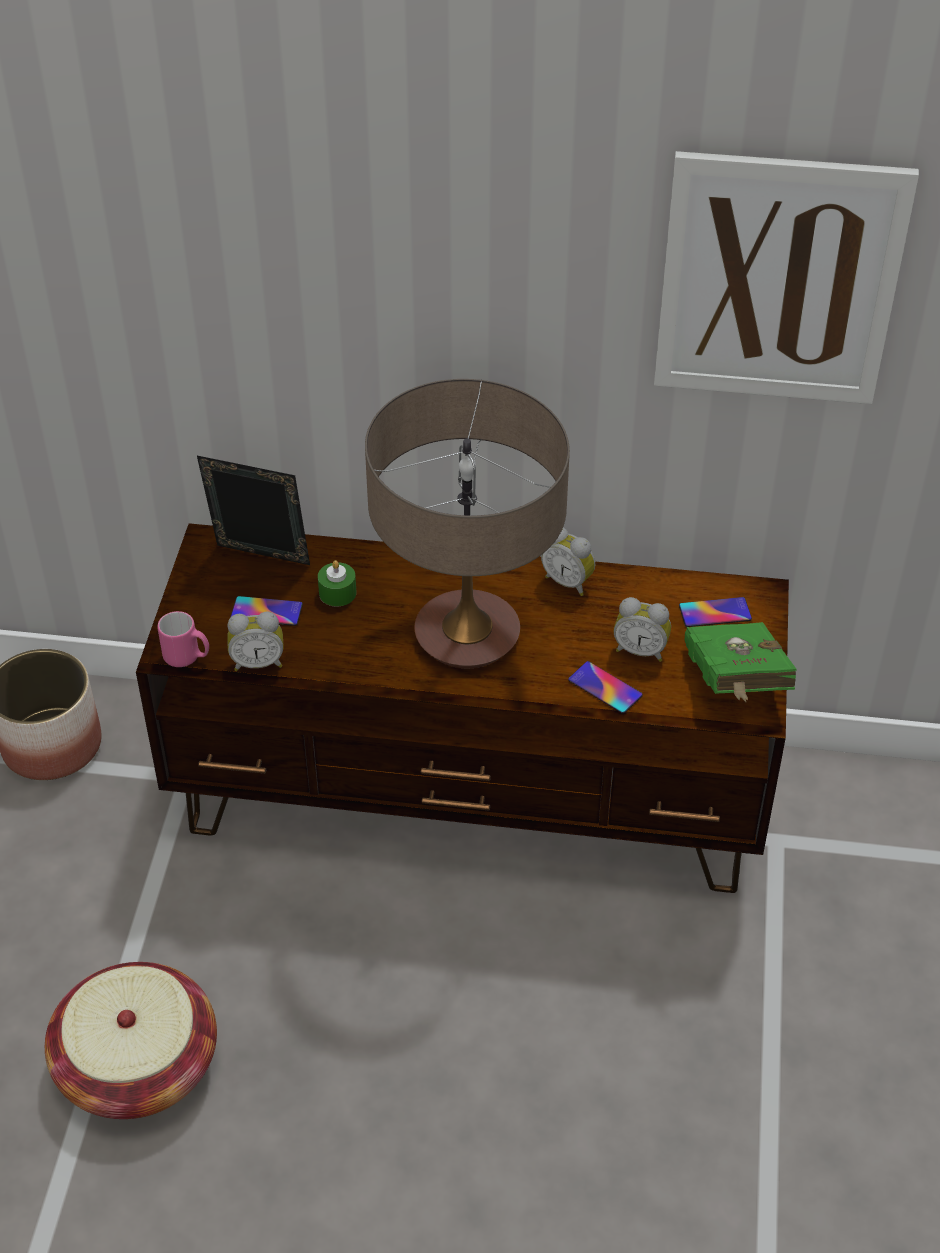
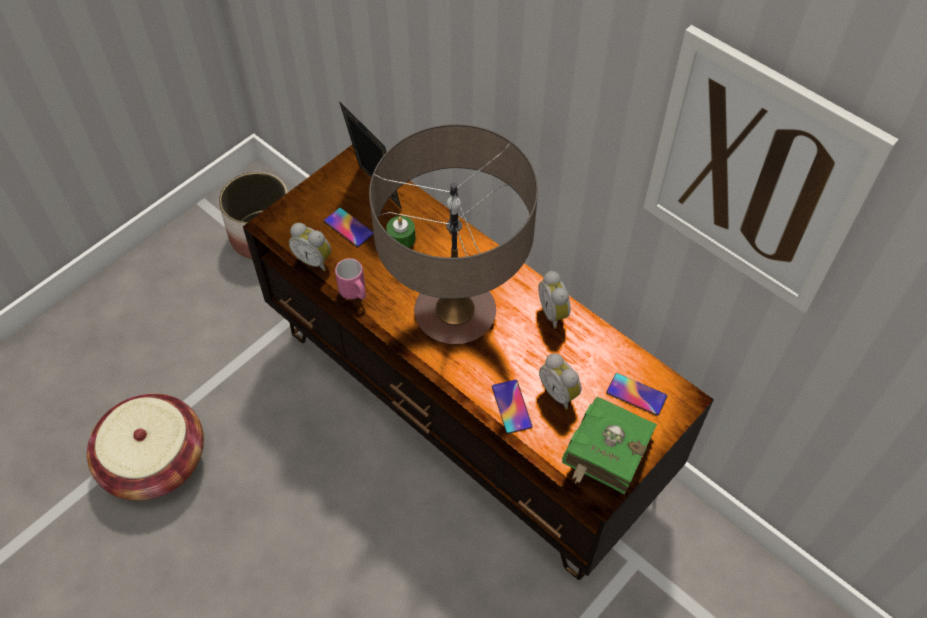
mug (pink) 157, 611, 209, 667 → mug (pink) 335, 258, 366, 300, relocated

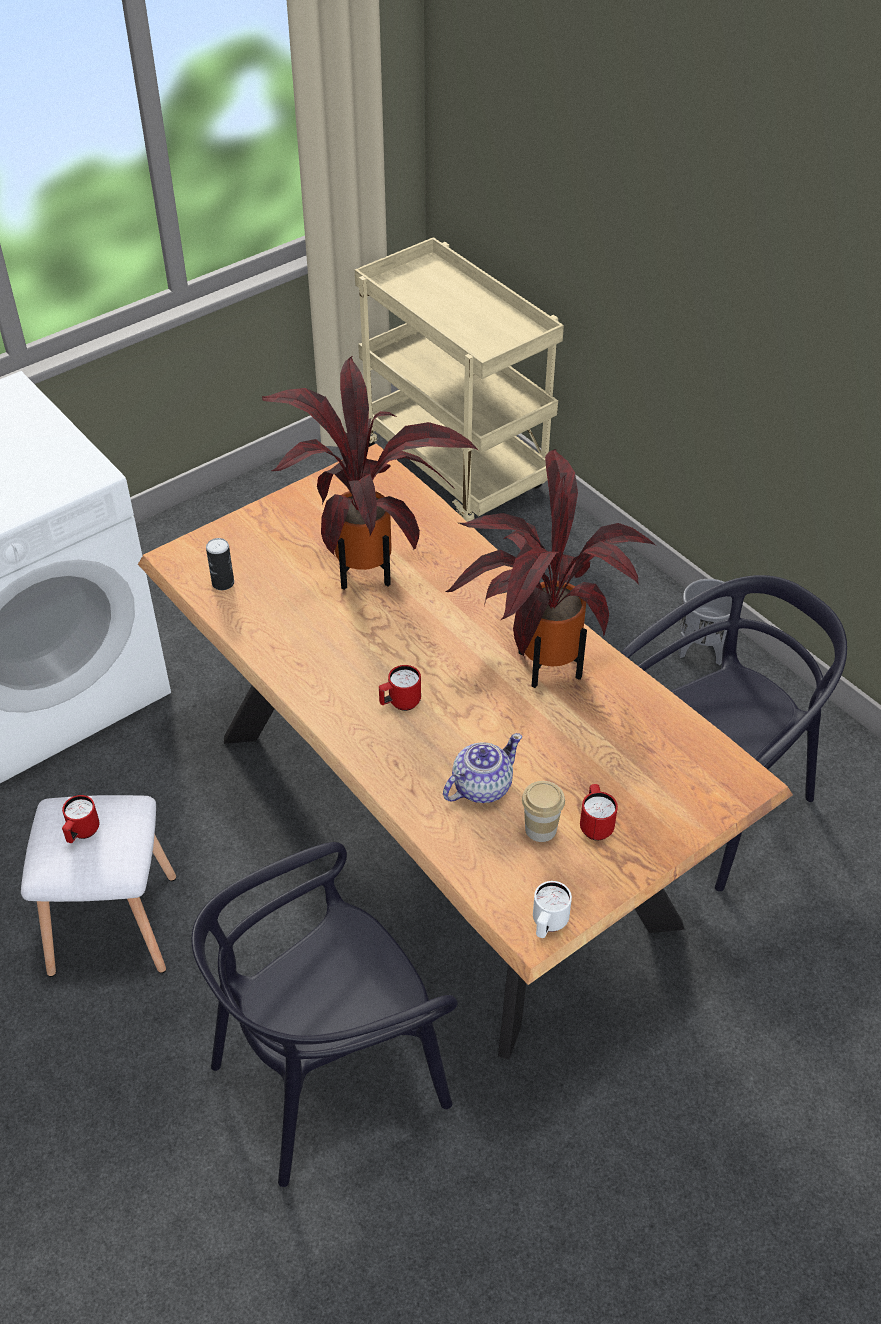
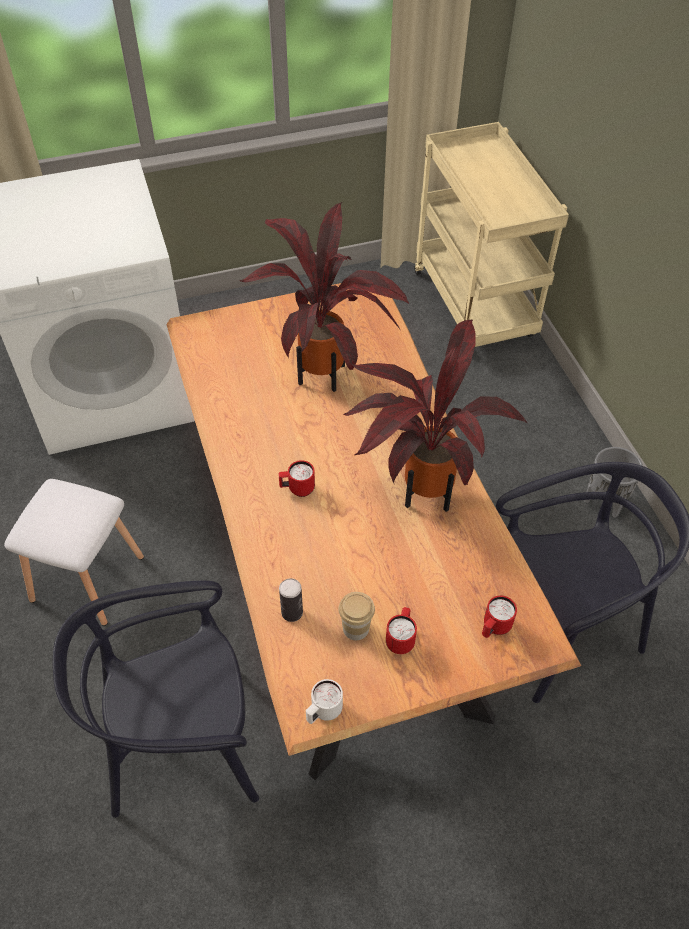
mug (red) 62, 795, 99, 843 → mug (red) 482, 596, 517, 638, relocated
can 206, 538, 234, 590 → can 279, 578, 303, 622, relocated
teapot 443, 733, 522, 803 → -

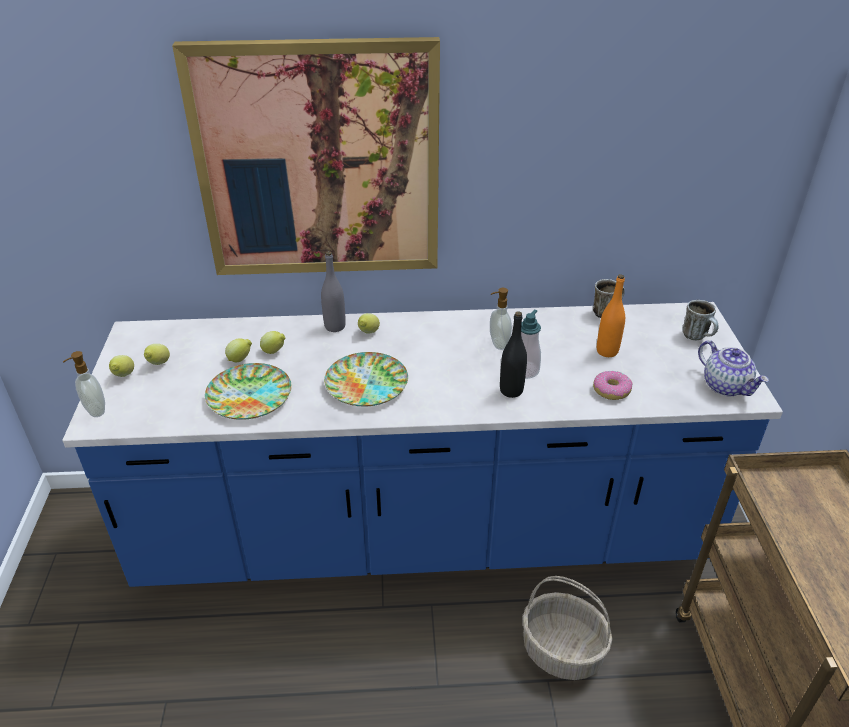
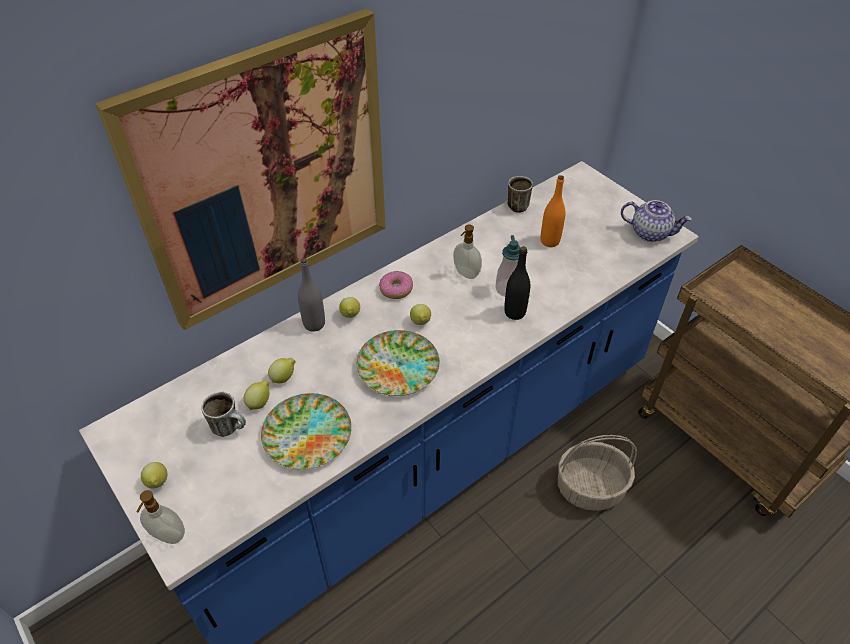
lemon 144, 344, 170, 365 → lemon 410, 304, 431, 325, relocated
donut 593, 371, 633, 400 → donut 379, 271, 413, 299, relocated
mug 683, 300, 719, 340 → mug 201, 392, 246, 437, relocated

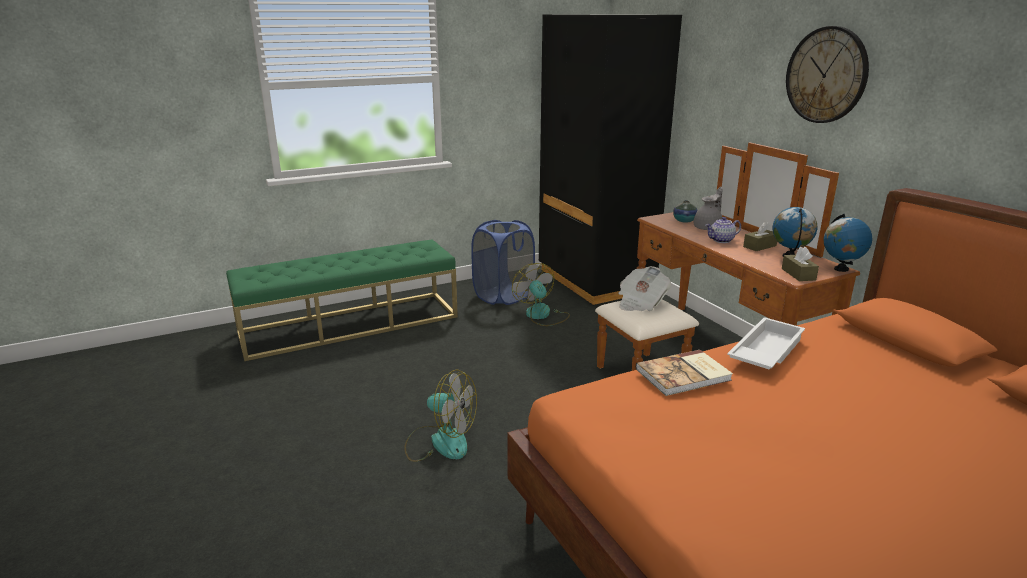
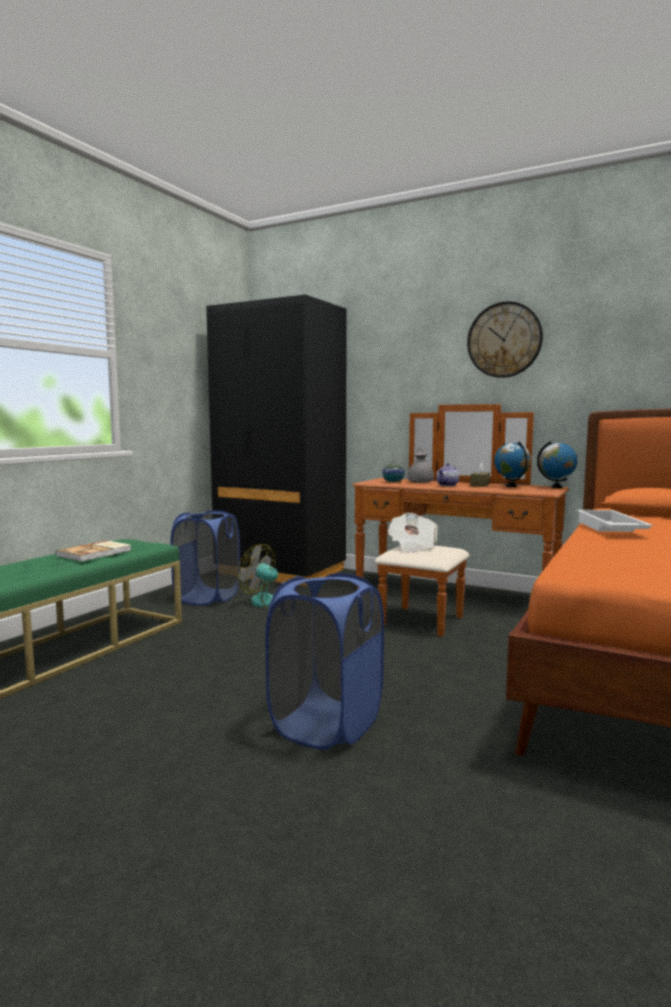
fan 404, 369, 477, 462 → laundry basket (blue) 265, 573, 384, 750
book 636, 350, 733, 396 → book 56, 540, 132, 561, relocated
tissue box (brown) 782, 247, 819, 281 → -

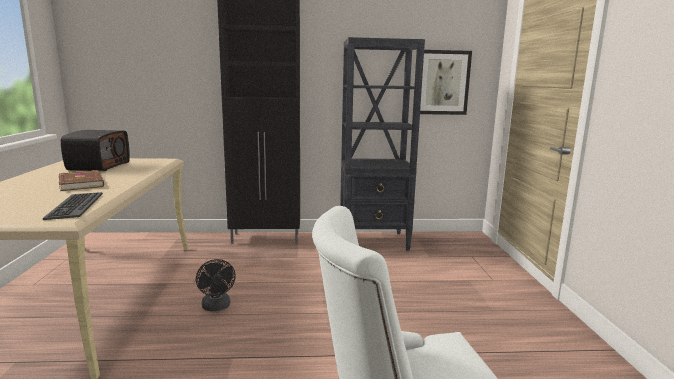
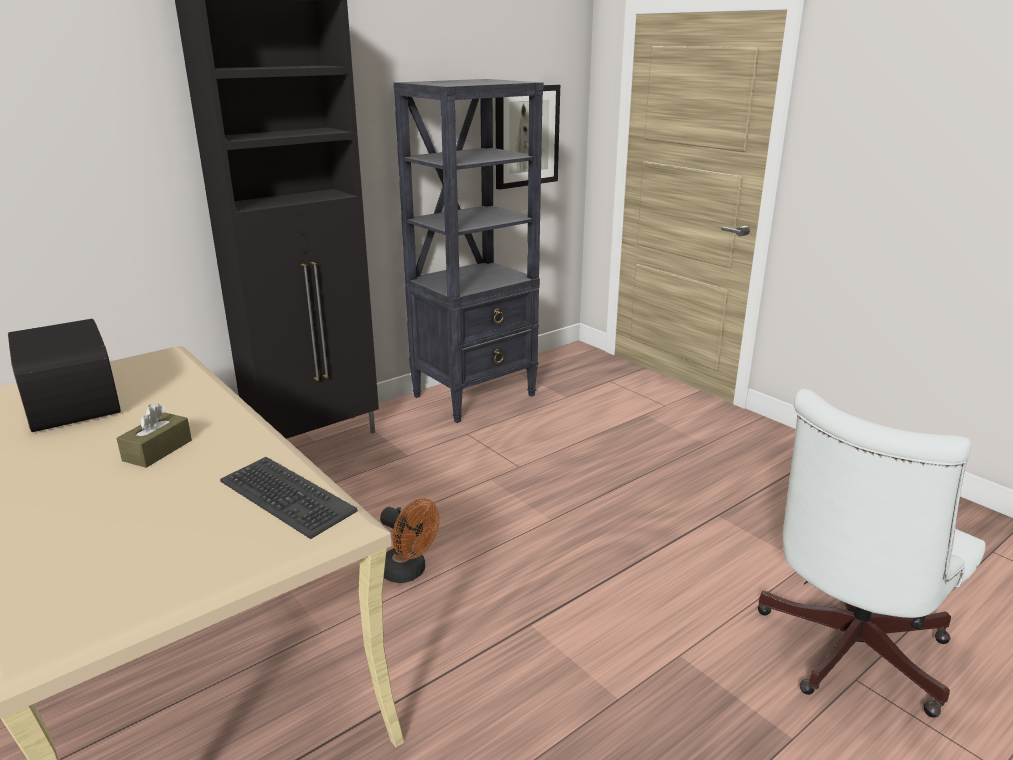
book (brown) 59, 170, 104, 191 → tissue box (brown) 116, 404, 192, 468
fan (black) 196, 259, 236, 311 → fan (orange) 380, 498, 439, 583

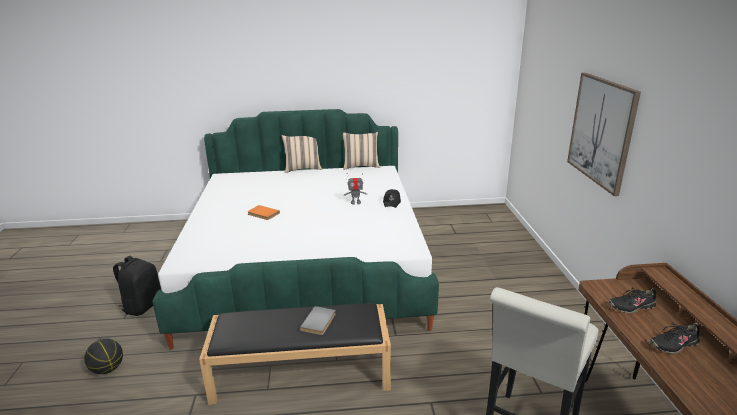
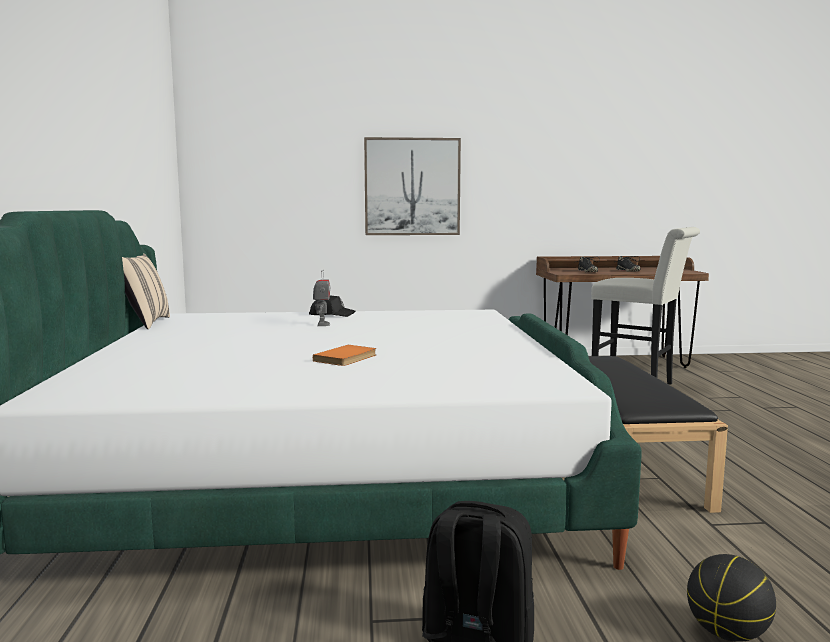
pillow (beige) 281, 135, 322, 173 → -
book (grey) 300, 306, 336, 335 → -

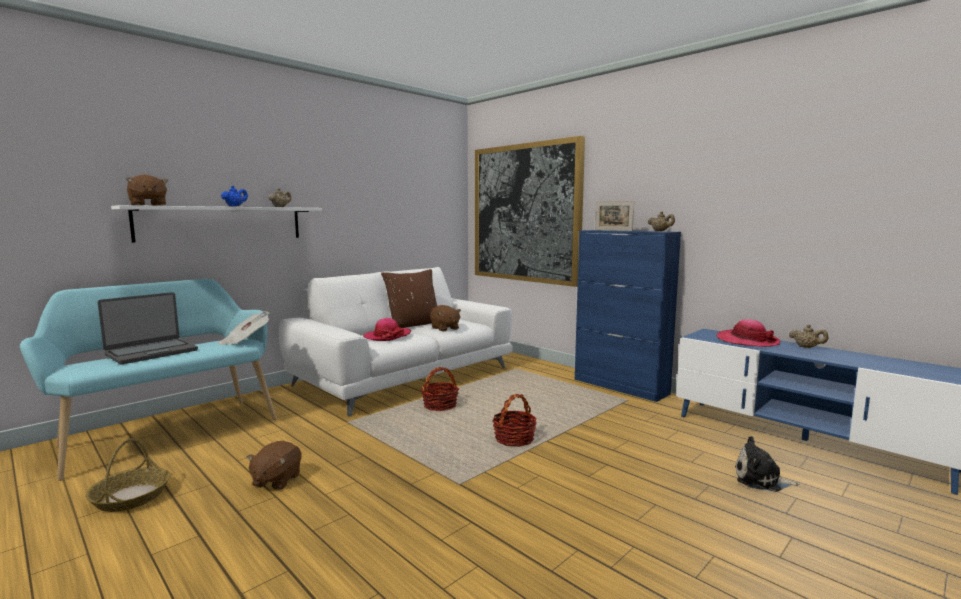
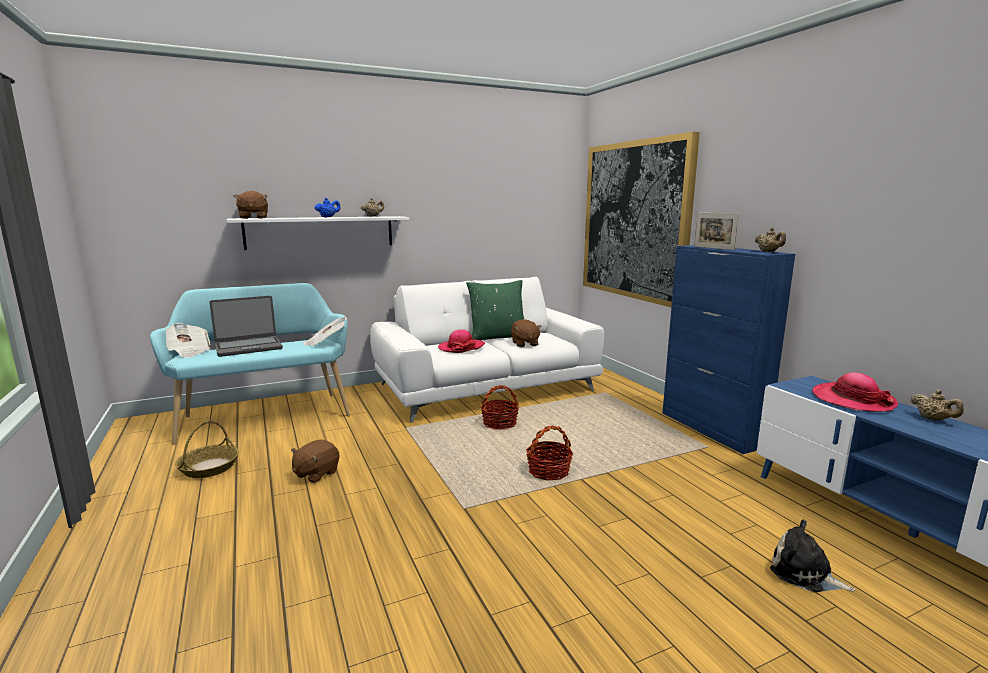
pillow (brown) 381, 269, 437, 328 → pillow (green) 466, 280, 524, 340
- → newspaper 166, 323, 211, 358

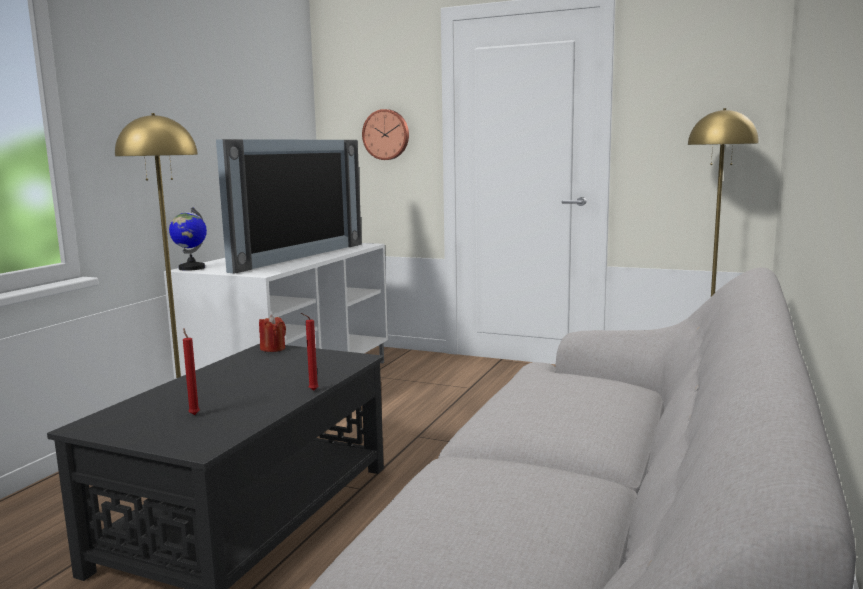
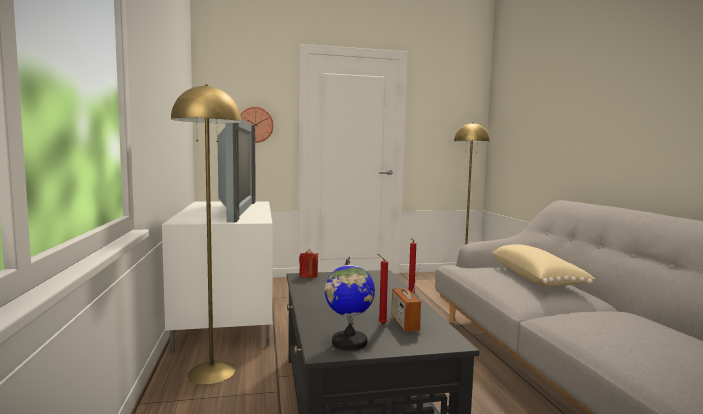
globe 169, 207, 207, 271 → globe 325, 256, 375, 350, relocated
- → radio 391, 264, 421, 332
- → pillow (beige) 492, 244, 595, 287

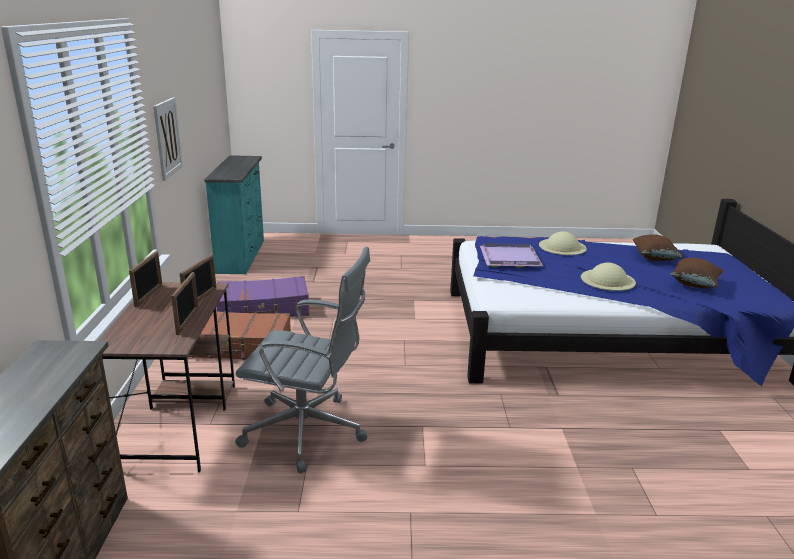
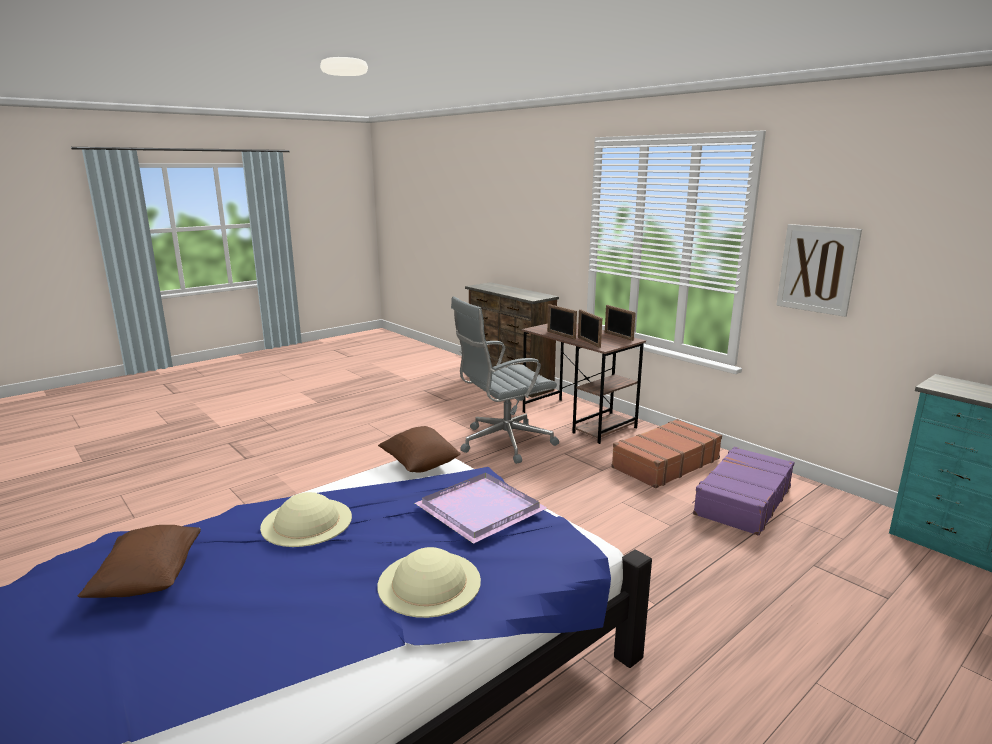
pillow (brown) 633, 234, 684, 261 → pillow (brown) 378, 426, 461, 473, relocated

